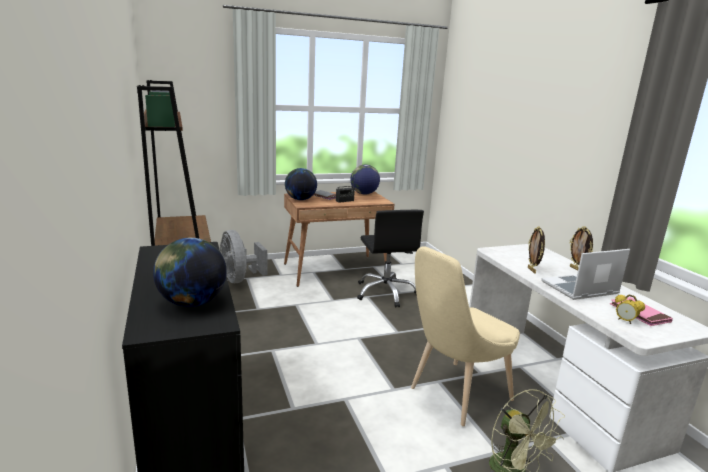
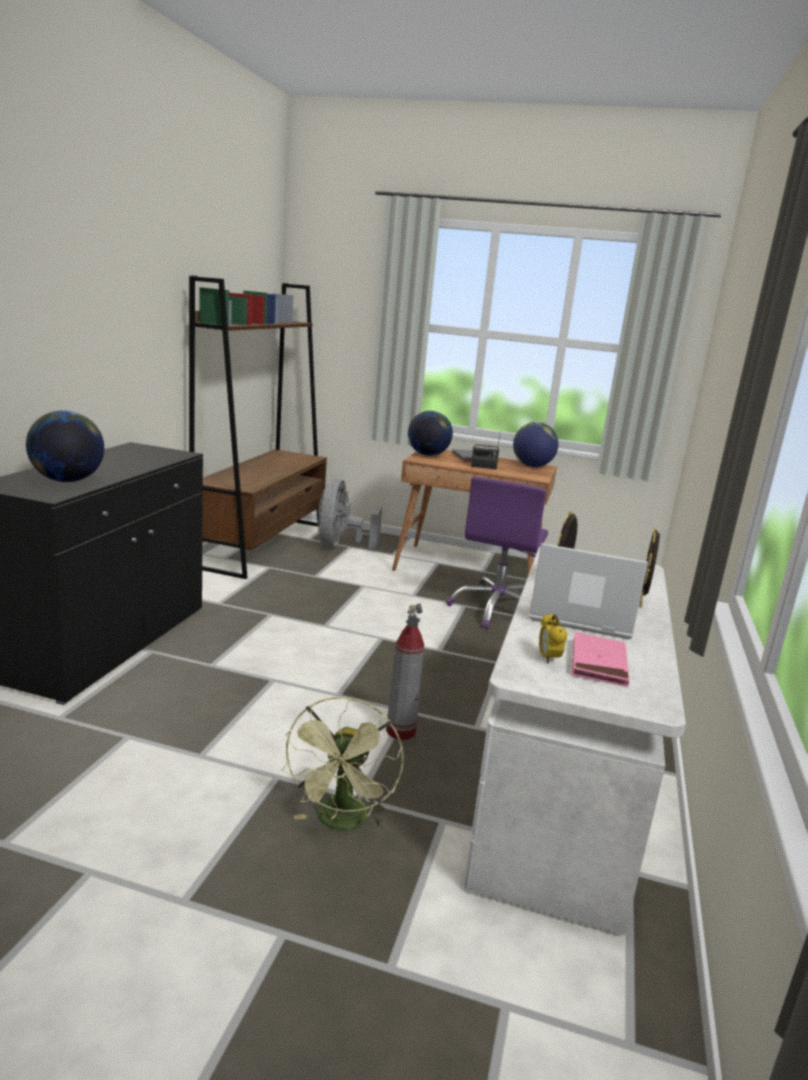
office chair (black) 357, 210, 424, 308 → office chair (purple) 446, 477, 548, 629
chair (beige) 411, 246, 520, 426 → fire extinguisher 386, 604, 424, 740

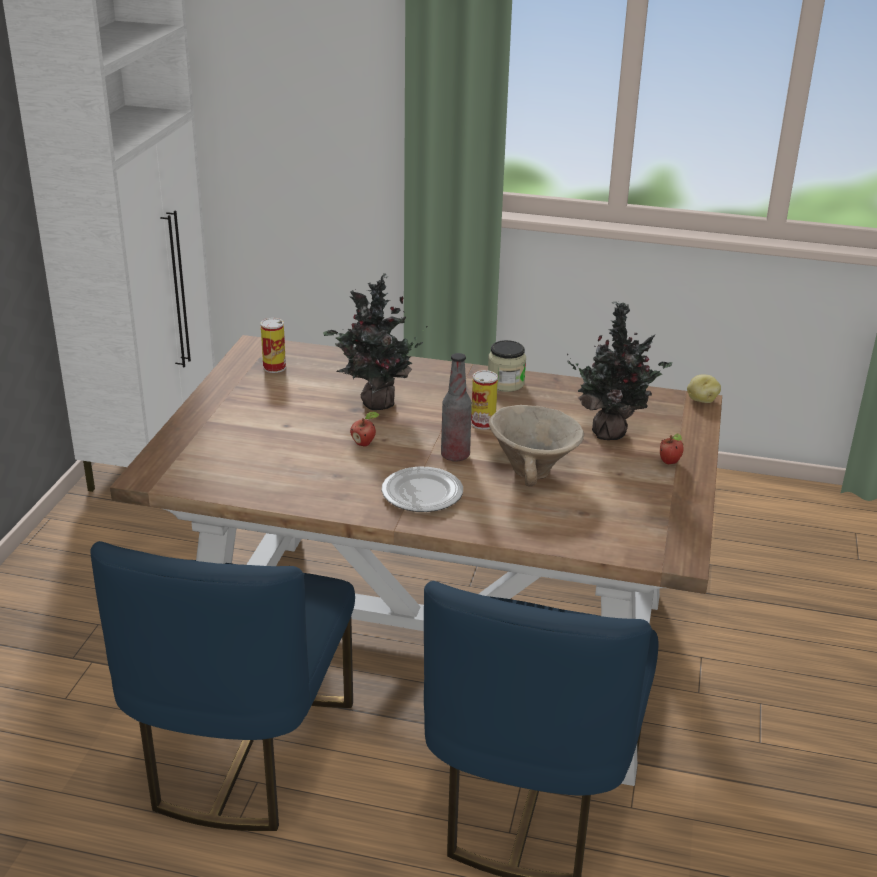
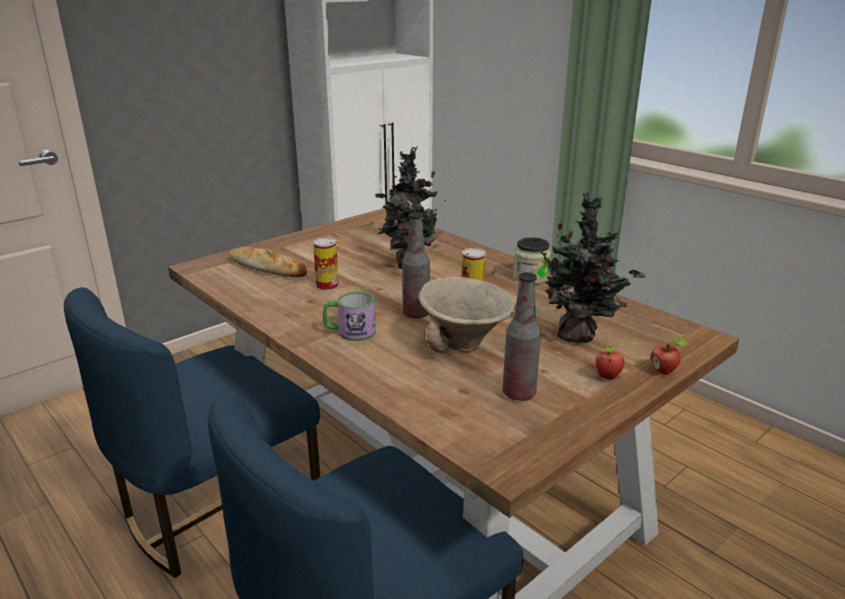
can 261, 318, 286, 373 → can 313, 237, 339, 291, relocated
apple 350, 411, 380, 447 → apple 651, 338, 689, 375, relocated
plate 382, 467, 463, 512 → mug 323, 292, 376, 341
potato 687, 375, 721, 403 → -
- → bread 229, 247, 307, 277
- → bottle 502, 272, 541, 401

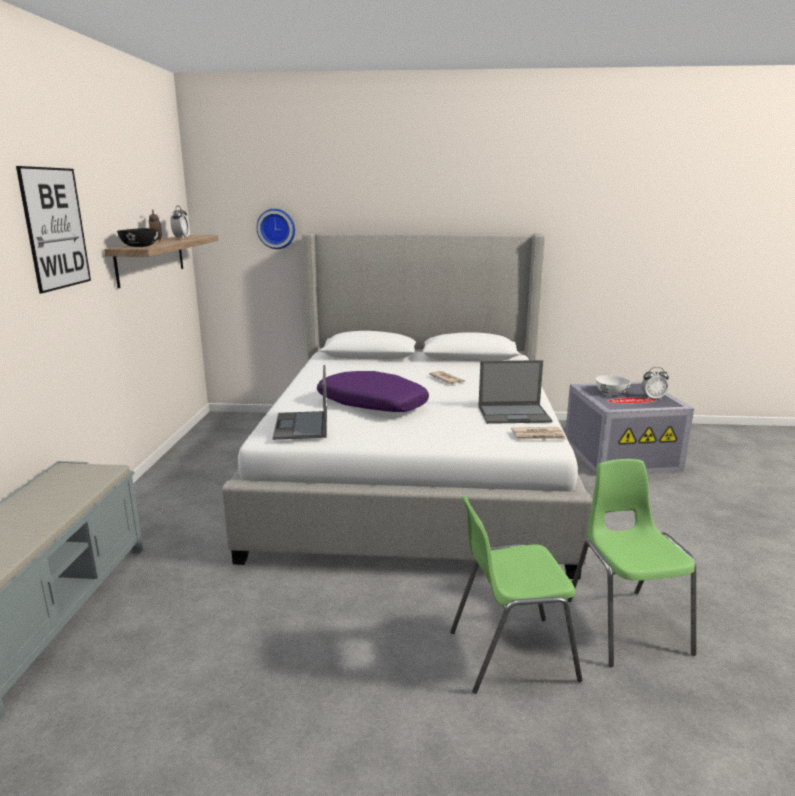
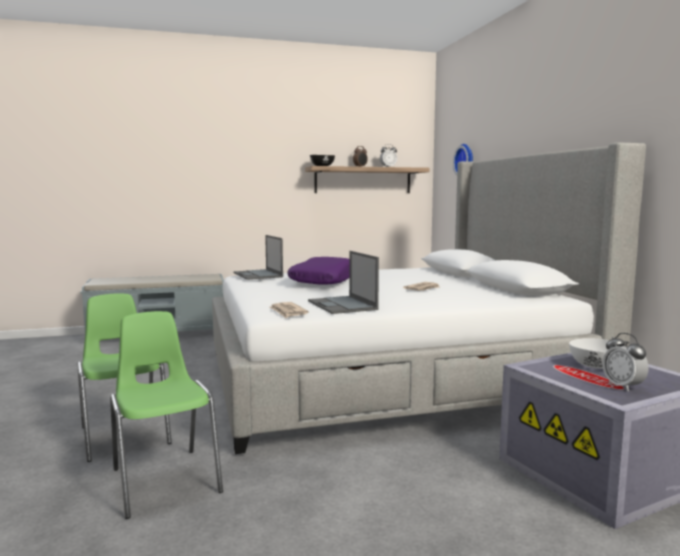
picture 16, 166, 91, 293 → -
laptop 273, 365, 327, 440 → laptop 233, 235, 283, 280, 90 degrees counterclockwise
chair (green) 567, 459, 696, 667 → chair (green) 110, 311, 223, 519, 90 degrees counterclockwise

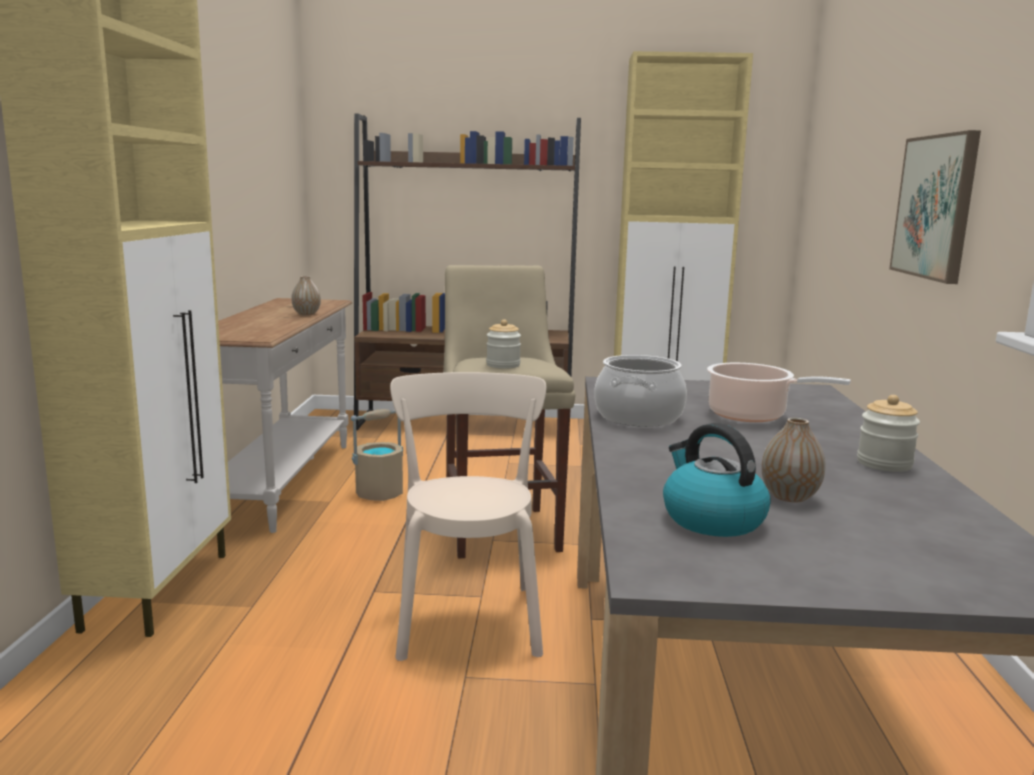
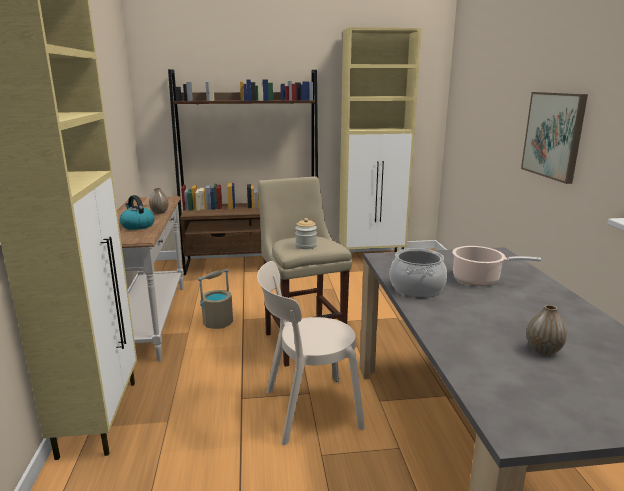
chair (beige) 390, 372, 546, 661 → chair (beige) 257, 261, 365, 445, 90 degrees counterclockwise
kettle 663, 423, 771, 537 → kettle 120, 195, 155, 230, relocated
jar 857, 395, 920, 472 → -

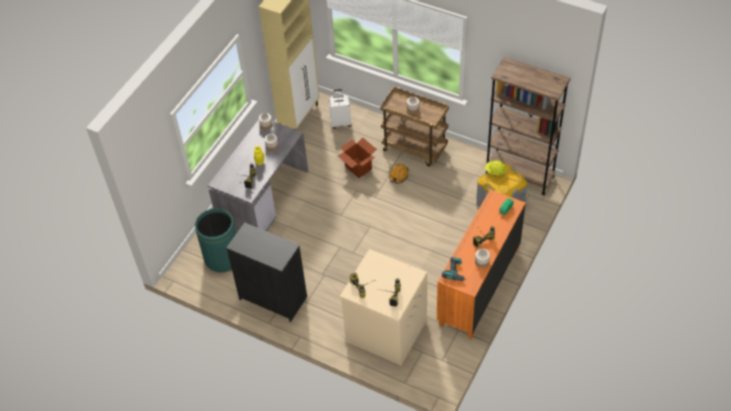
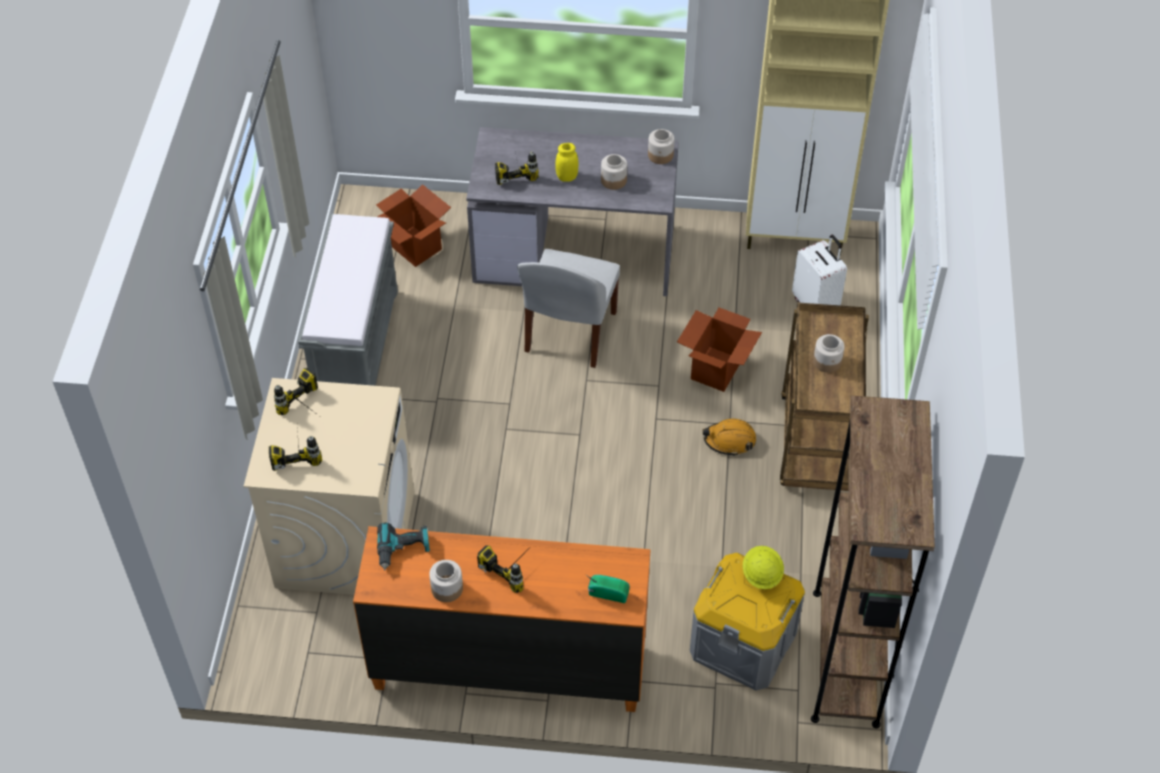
trash can (green) 195, 208, 236, 273 → cardboard box 376, 184, 451, 267
dresser (black) 226, 222, 307, 322 → bench (grey) 298, 214, 398, 386
- → chair (white) 517, 249, 620, 368

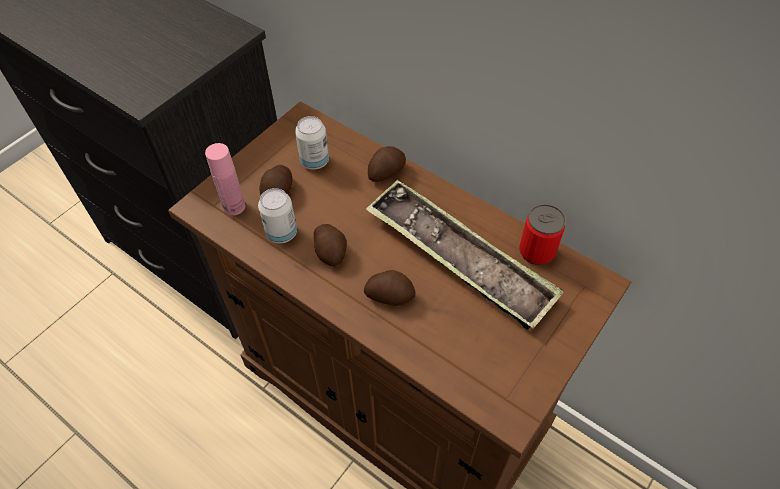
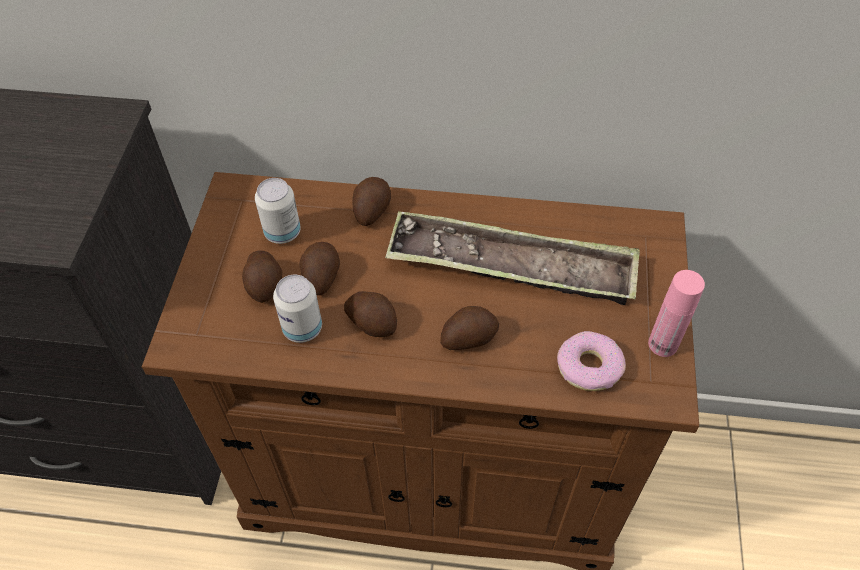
bottle (pink) 205, 143, 245, 216 → bottle (pink) 648, 270, 705, 357, relocated
can 519, 204, 566, 265 → -
- → potato 299, 242, 340, 295
- → donut 557, 331, 626, 391

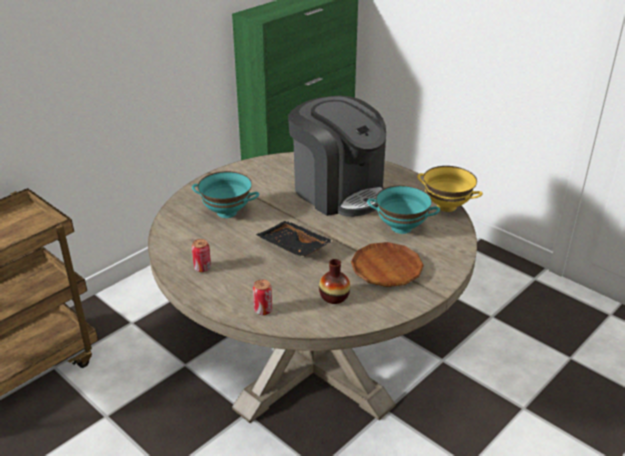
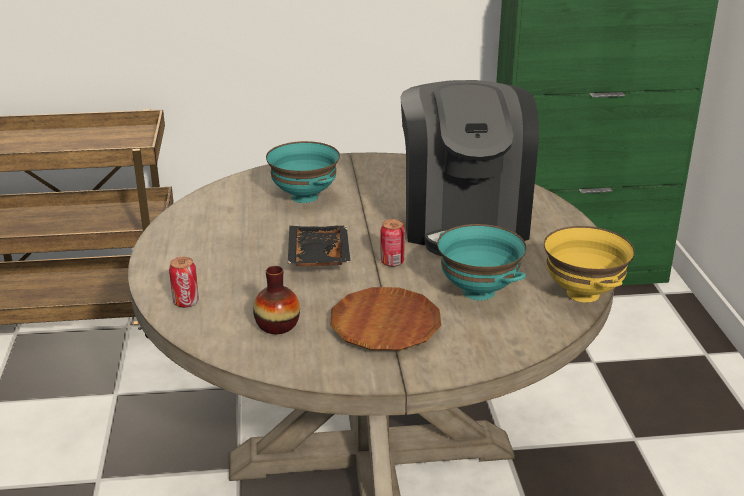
can 192, 239, 211, 272 → can 380, 219, 405, 267, relocated

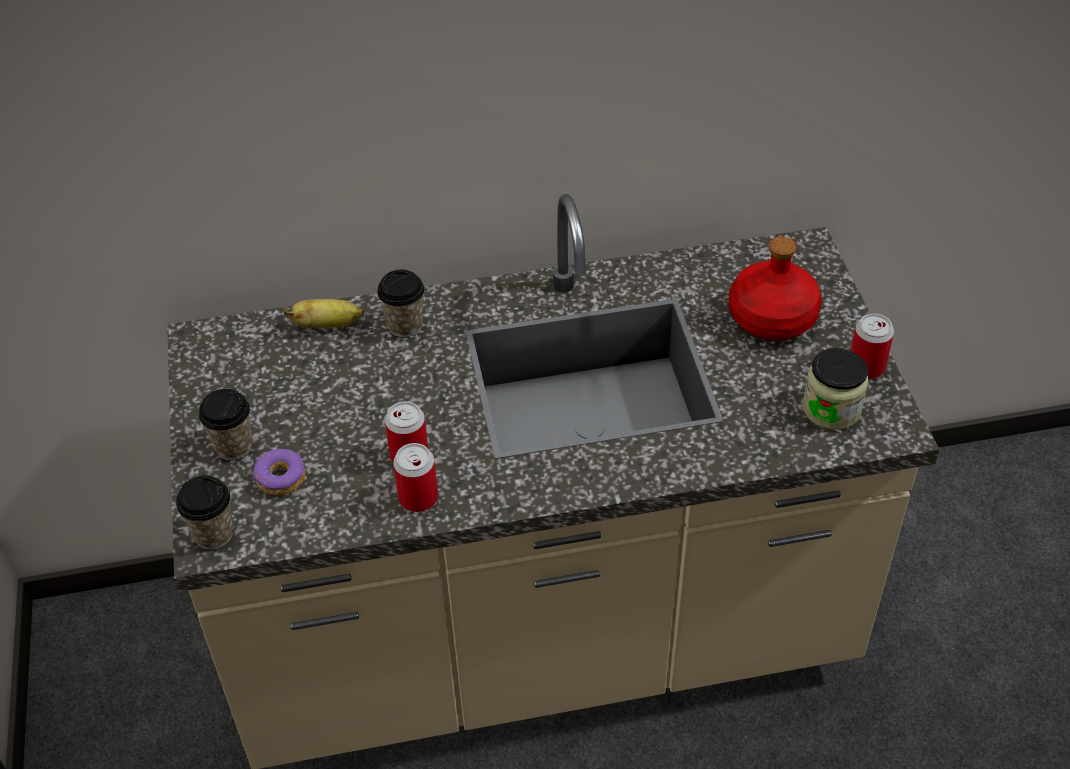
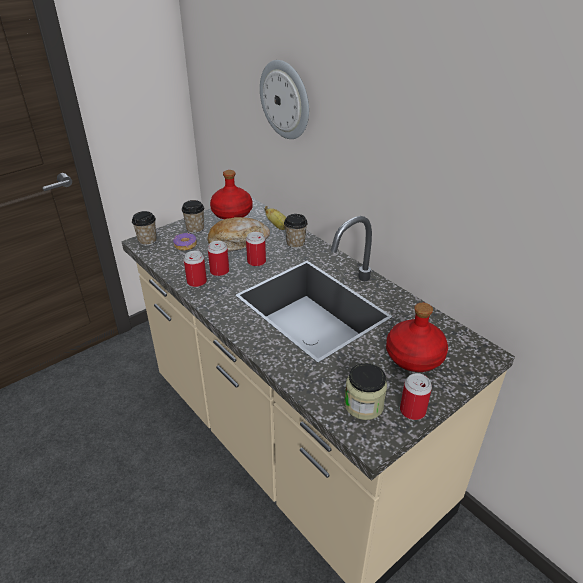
- → bread 208, 217, 270, 252
- → bottle (red) 210, 170, 252, 219
- → can 246, 232, 266, 267
- → wall clock 260, 60, 309, 139

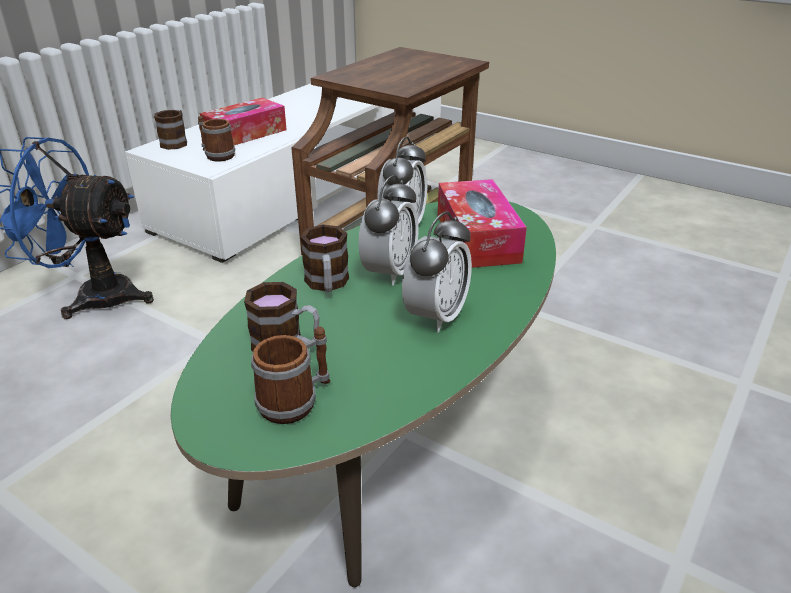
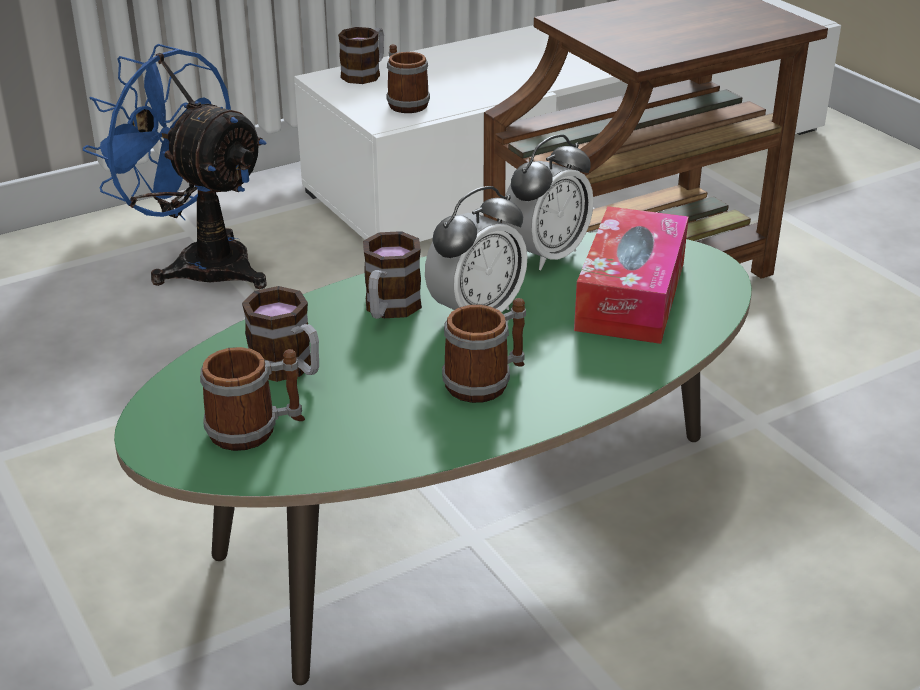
tissue box 200, 98, 287, 145 → -
alarm clock 402, 211, 472, 333 → mug 442, 298, 526, 403

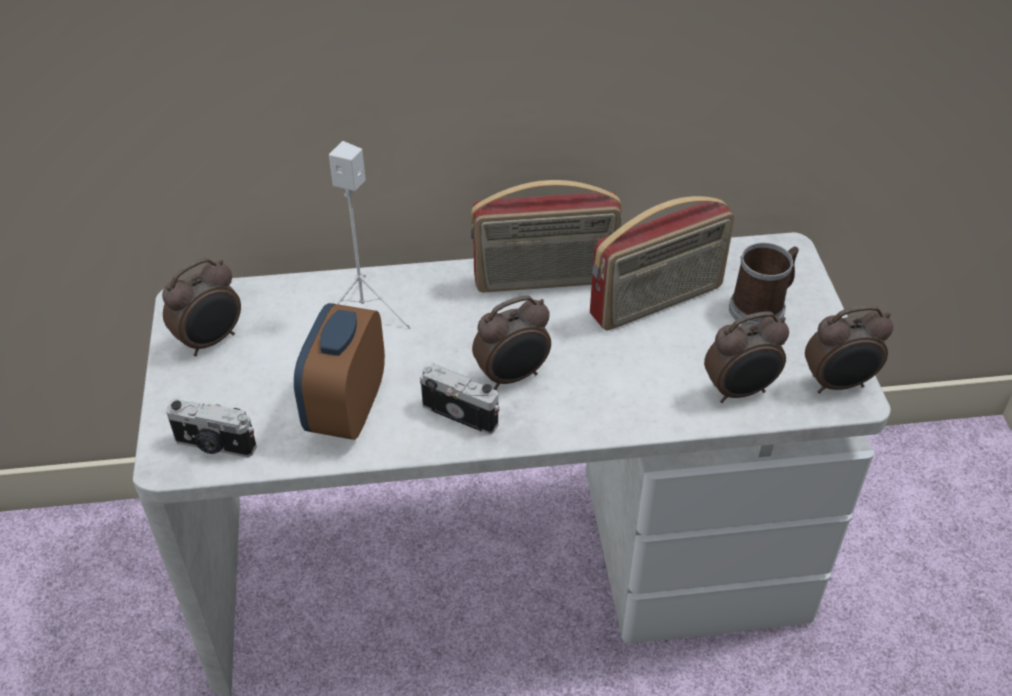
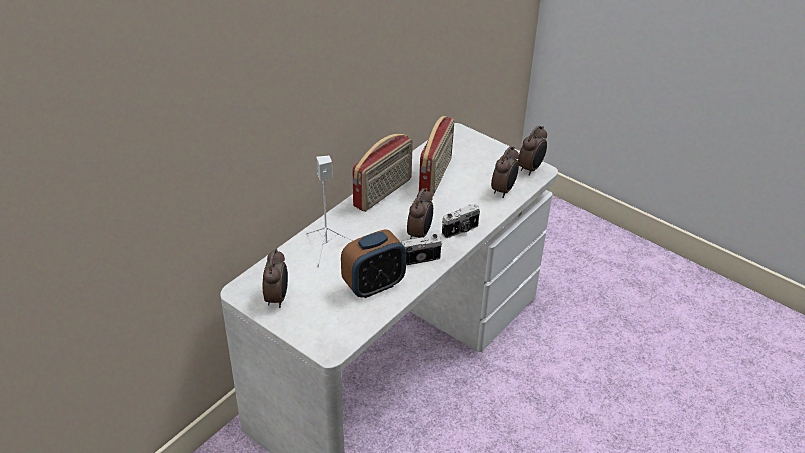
photo camera 166, 399, 257, 458 → photo camera 442, 204, 480, 238, relocated
alarm clock 294, 303, 385, 440 → alarm clock 341, 229, 406, 298, 90 degrees counterclockwise
mug 729, 243, 799, 325 → -

